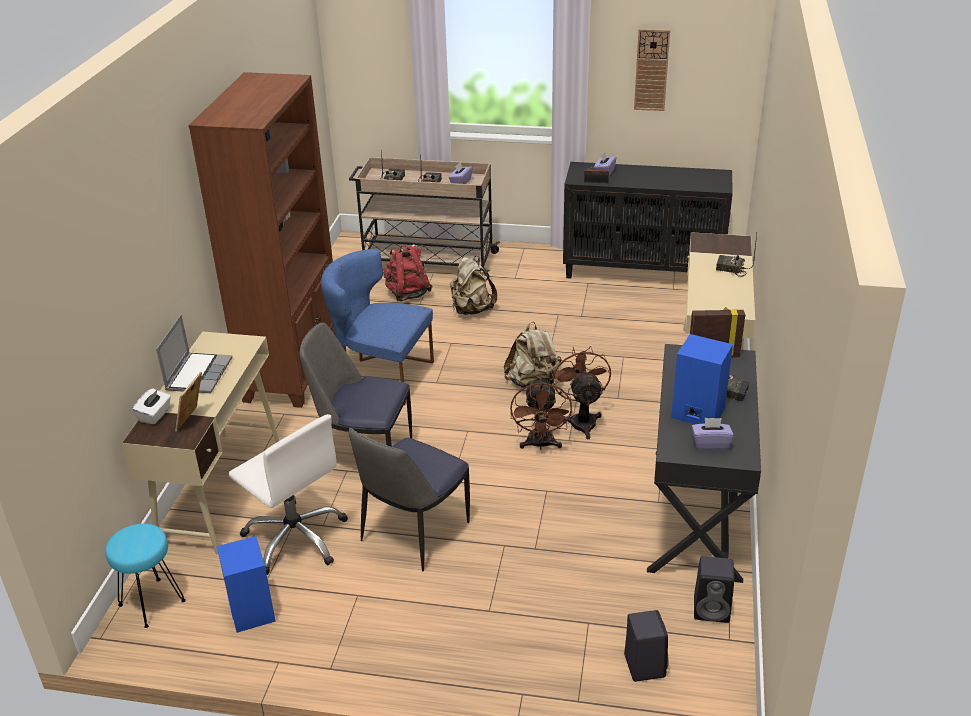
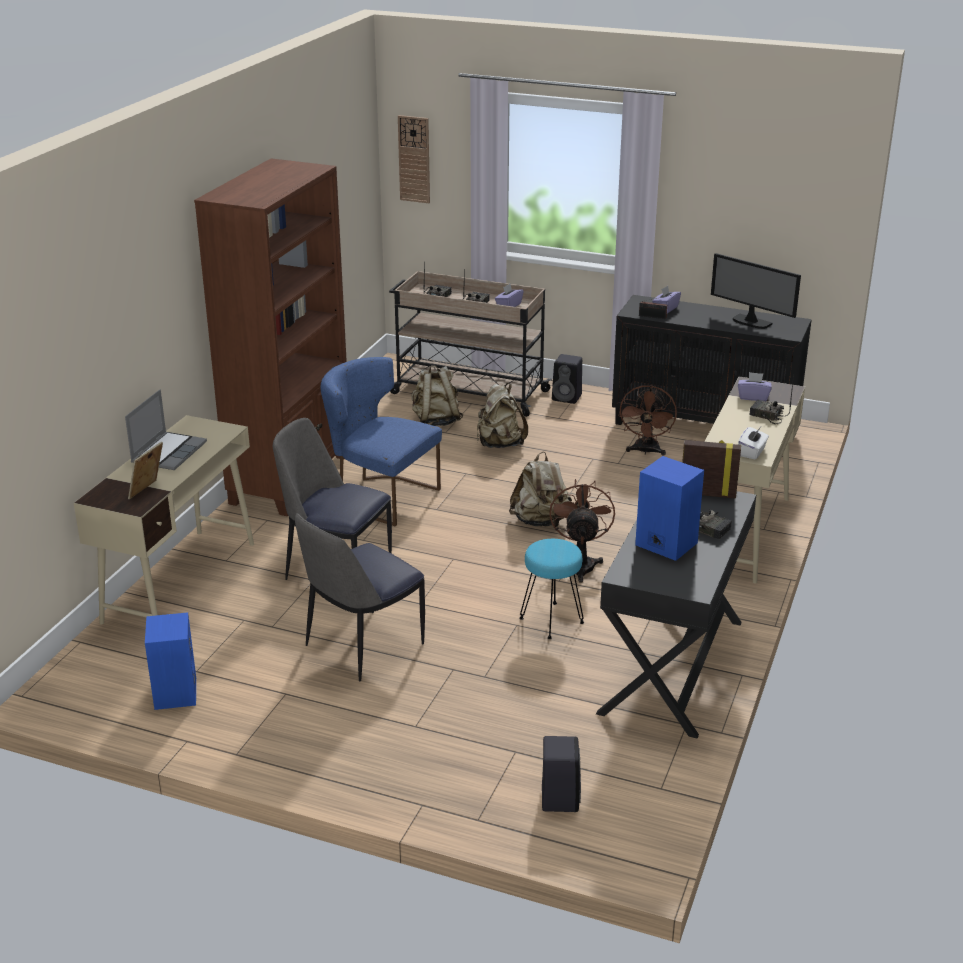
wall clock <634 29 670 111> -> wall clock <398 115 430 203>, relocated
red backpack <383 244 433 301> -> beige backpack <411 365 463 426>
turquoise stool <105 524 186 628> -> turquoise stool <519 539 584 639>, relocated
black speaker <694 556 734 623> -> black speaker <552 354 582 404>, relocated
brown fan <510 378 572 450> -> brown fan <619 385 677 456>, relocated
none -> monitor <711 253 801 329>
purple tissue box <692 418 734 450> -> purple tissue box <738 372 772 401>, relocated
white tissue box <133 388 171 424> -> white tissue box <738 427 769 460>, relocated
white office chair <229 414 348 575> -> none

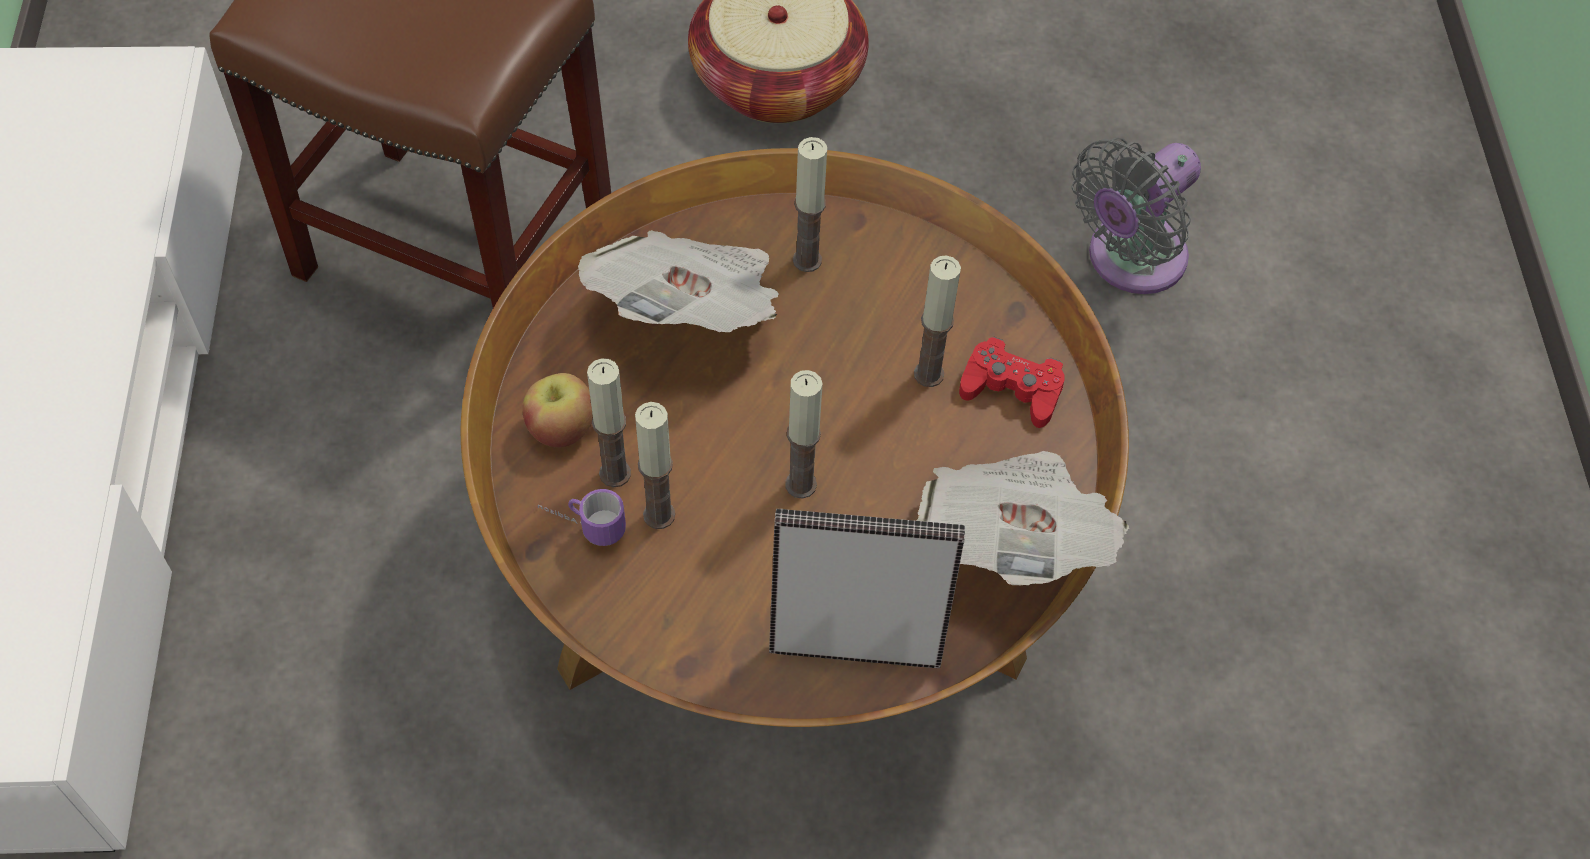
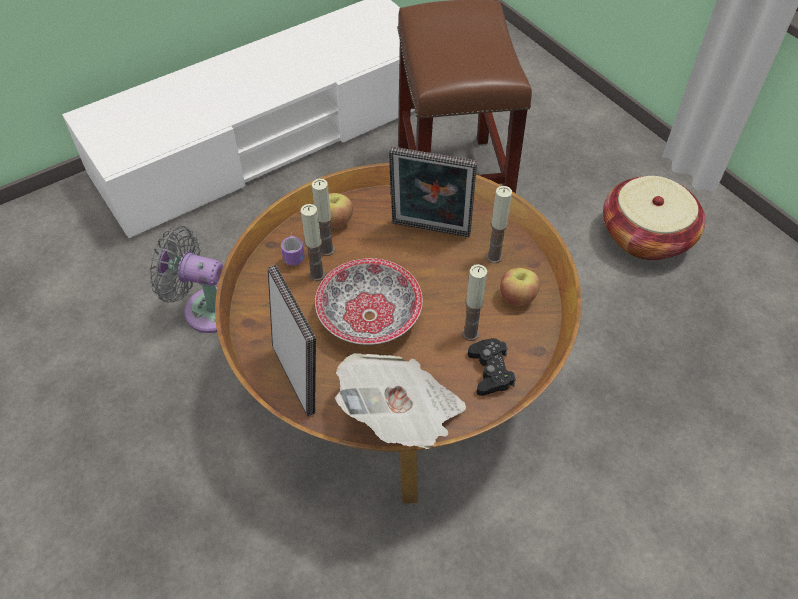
grey fan <1072 138 1201 294> -> grey fan <149 226 223 333>, relocated
candle <785 370 823 499> -> bowl <315 258 423 345>
newspaper <578 230 779 332> -> picture frame <389 146 477 237>
red game controller <959 337 1065 428> -> black game controller <468 338 516 396>
none -> apple <500 268 540 306>

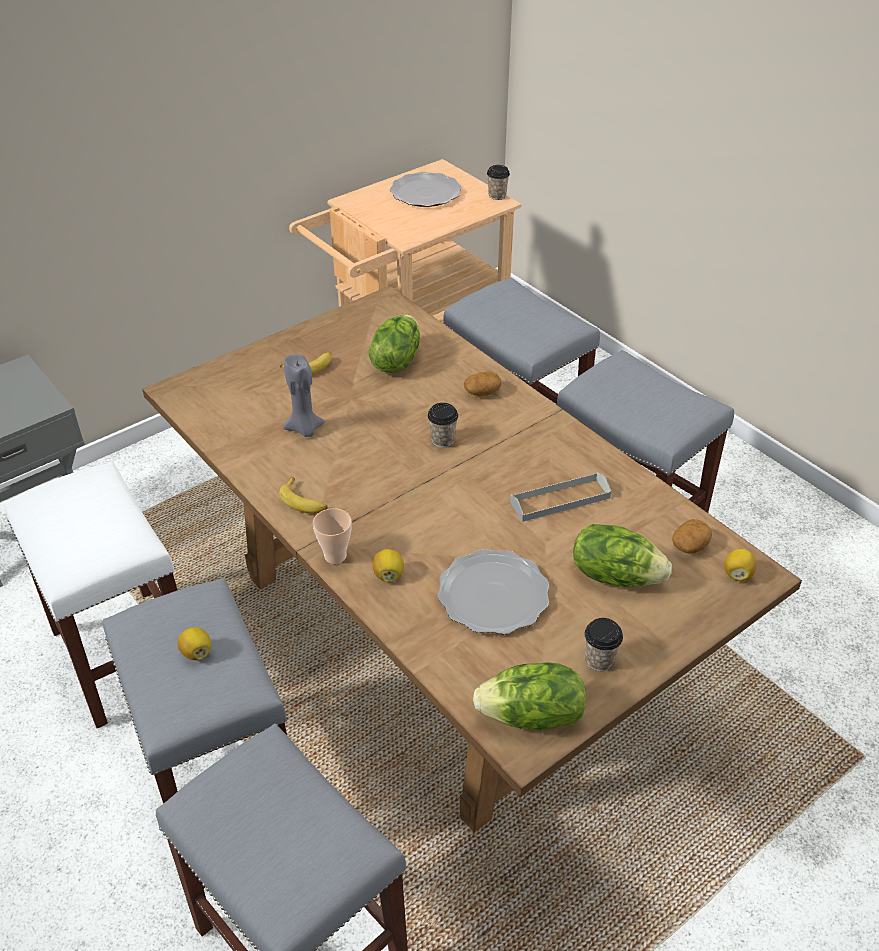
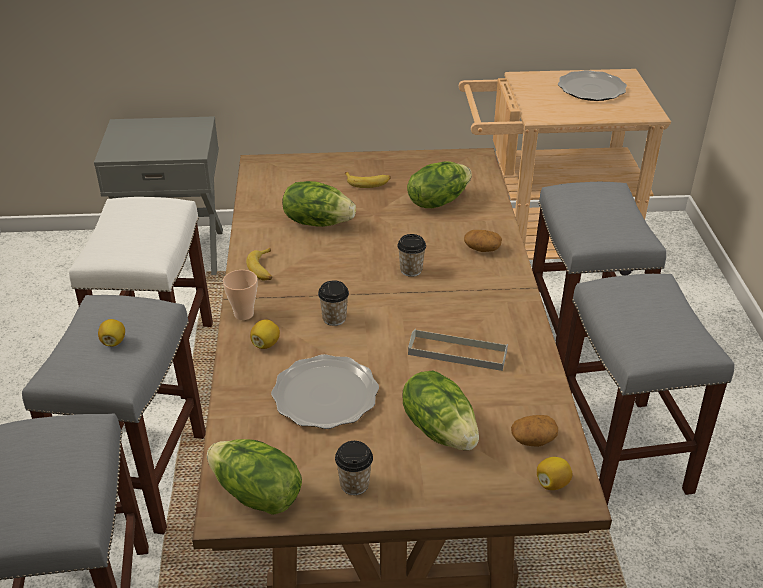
grey candle <283 354 325 437> -> lettuce <282 181 356 227>
cup <487 165 510 200> -> cup <318 280 349 326>, relocated

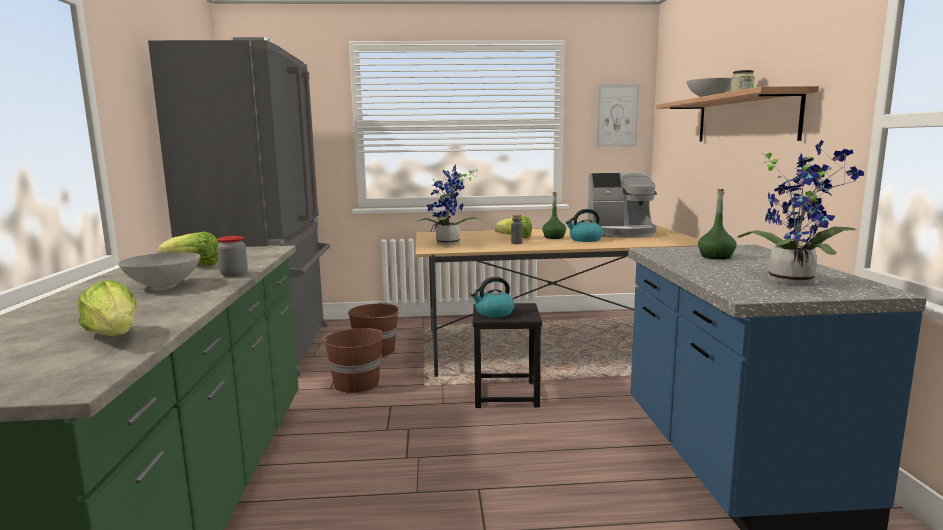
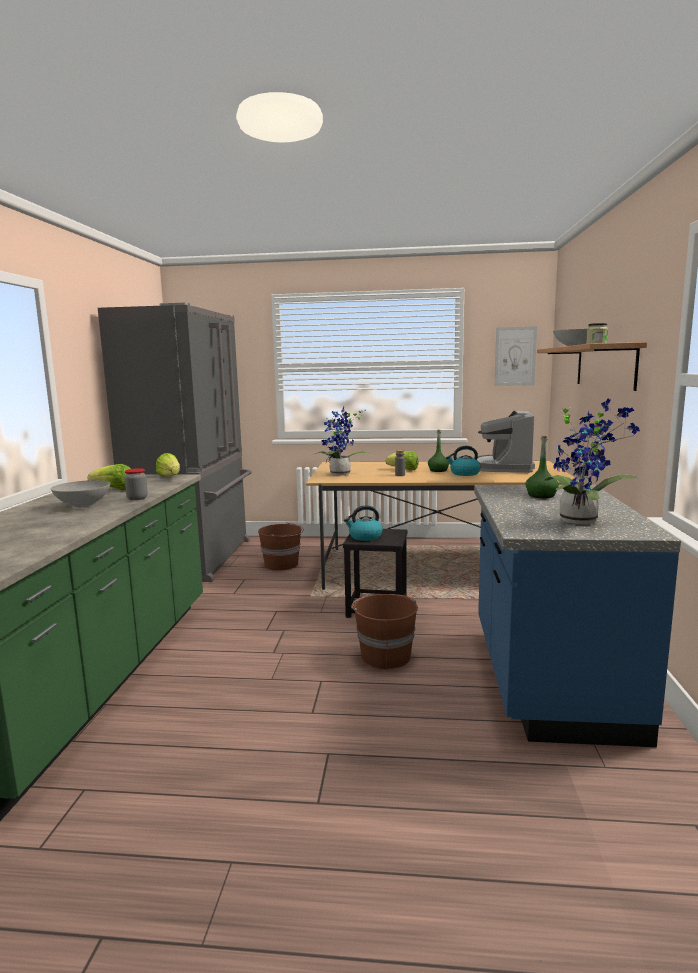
lettuce <78 280 137 336> -> lettuce <156 453 180 477>, relocated
brown bucket <322 328 383 393> -> brown bucket <352 594 418 670>, relocated
coffee machine <588 172 657 238> -> coffee machine <474 411 535 473>, 90 degrees clockwise

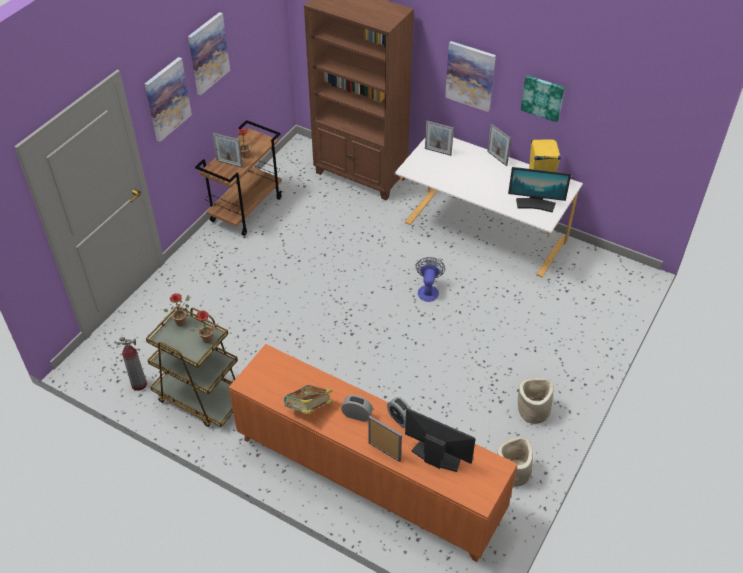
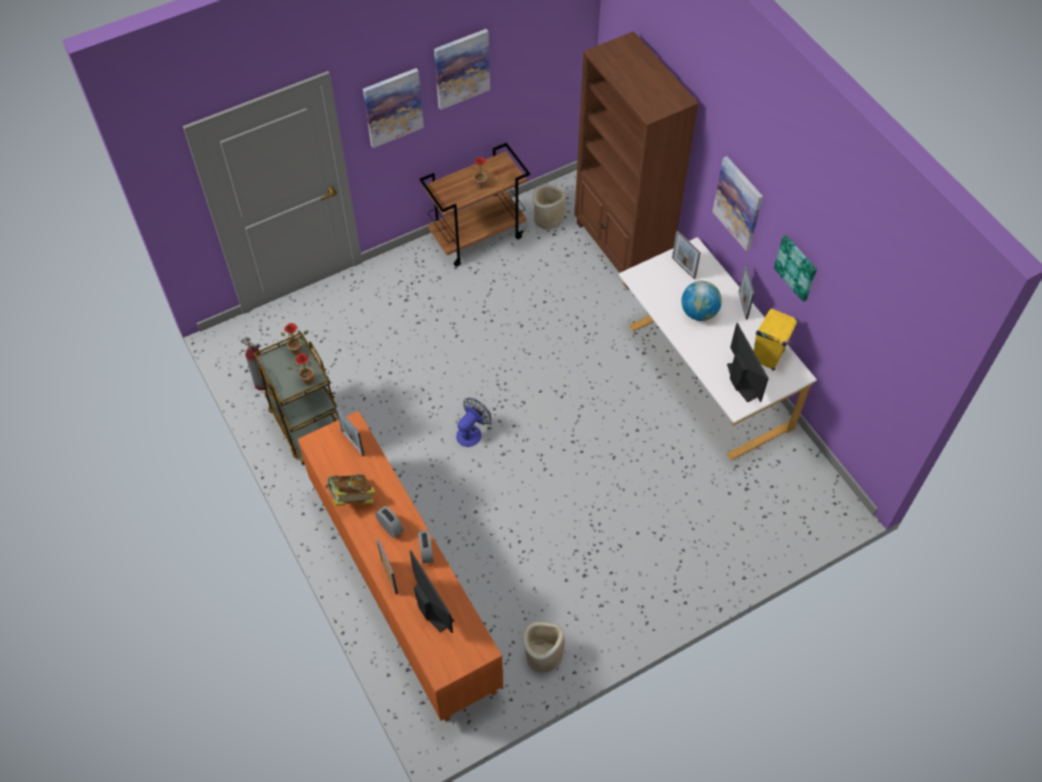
picture frame <213 133 243 168> -> picture frame <336 406 364 456>, relocated
fan <416 257 445 302> -> fan <456 398 491 447>, relocated
beige planter <518 378 554 424> -> beige planter <532 184 566 229>, relocated
none -> globe <681 281 722 321>
monitor <508 167 571 213> -> monitor <727 323 769 403>, 150 degrees counterclockwise

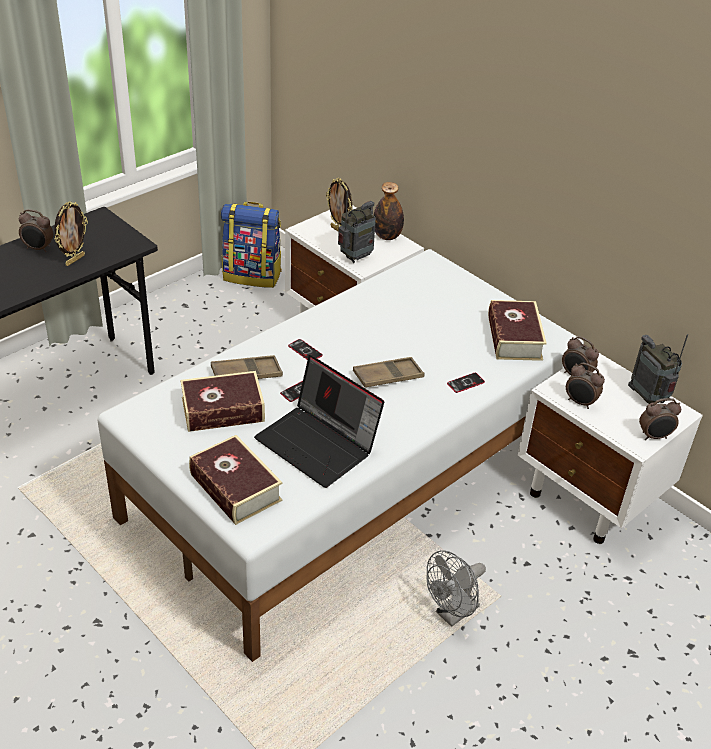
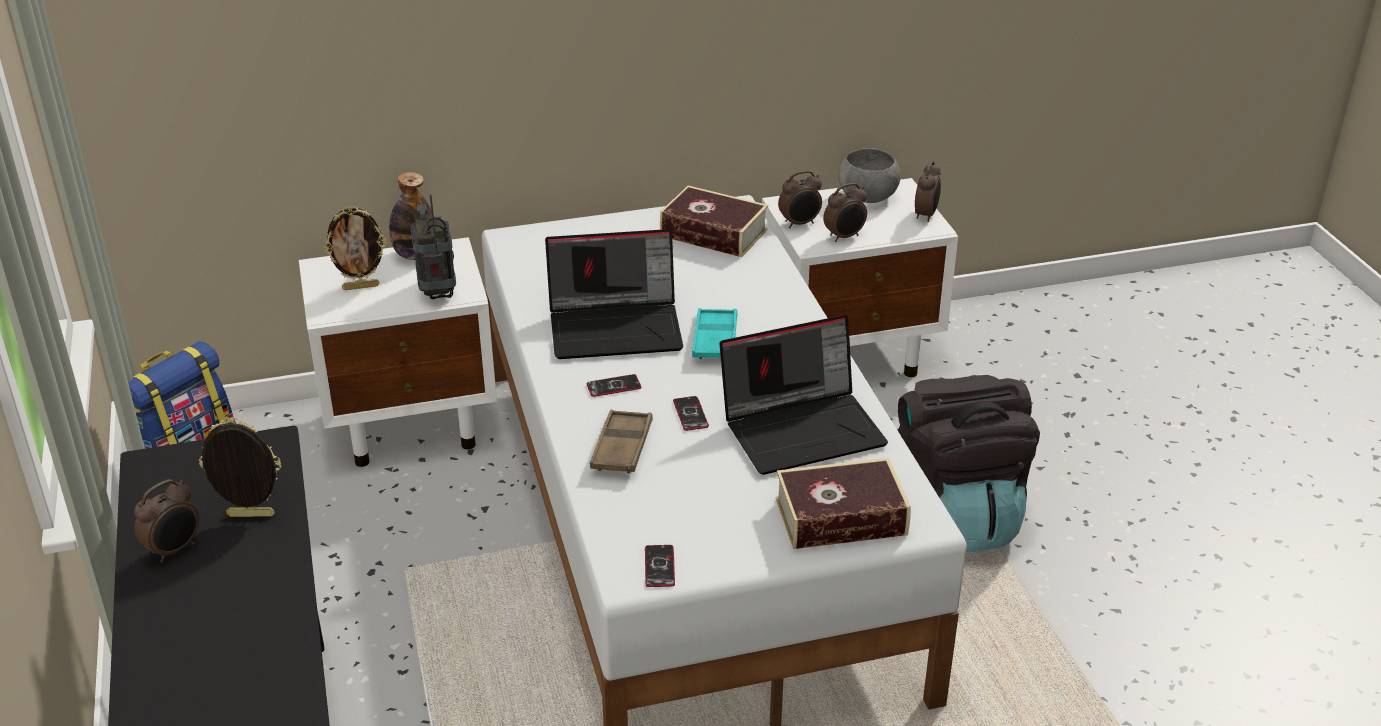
picture frame <54 201 88 266> -> picture frame <199 417 282 517>, 60 degrees counterclockwise
none -> laptop <545 229 683 359>
phone <447 373 485 393> -> phone <645 545 675 587>, relocated
brown tray <353 357 425 388> -> turquoise tray <692 308 737 359>
radio <628 334 688 404> -> grey bowl <838 148 901 203>
grey fan <427 550 486 627> -> black backpack <898 375 1040 552>
book <180 371 265 432> -> none

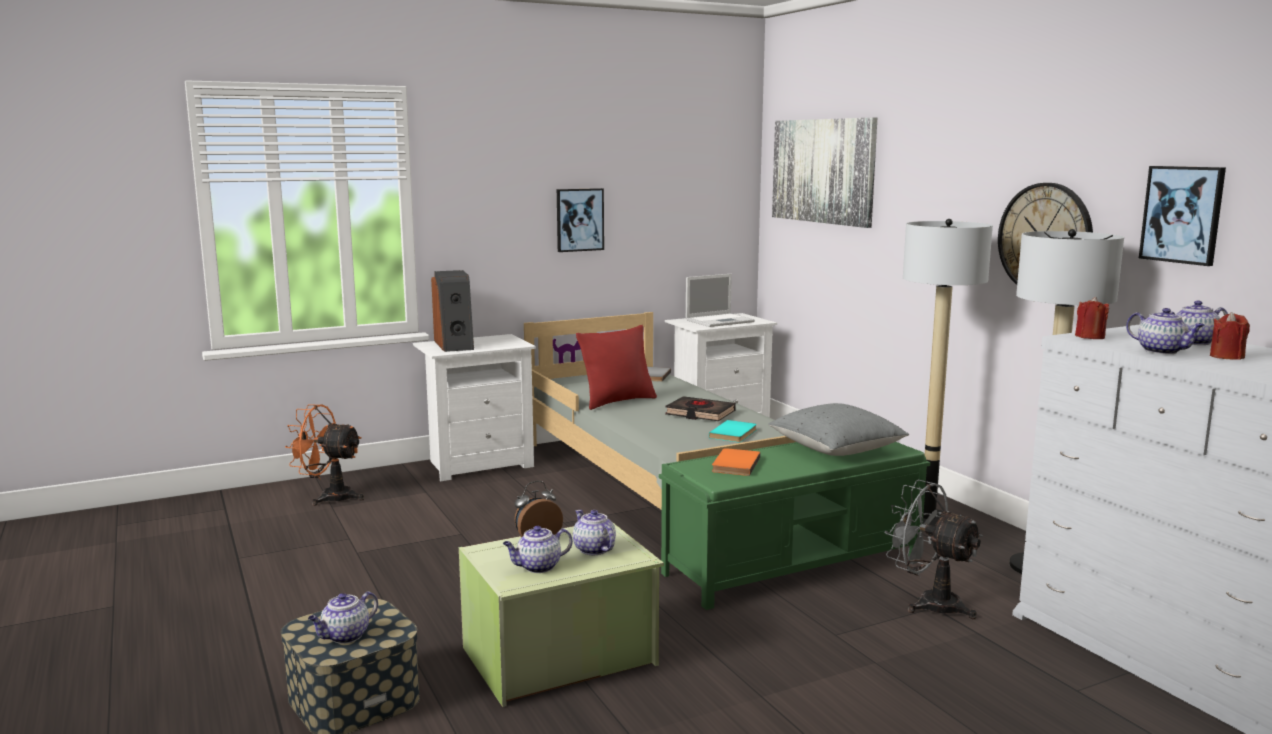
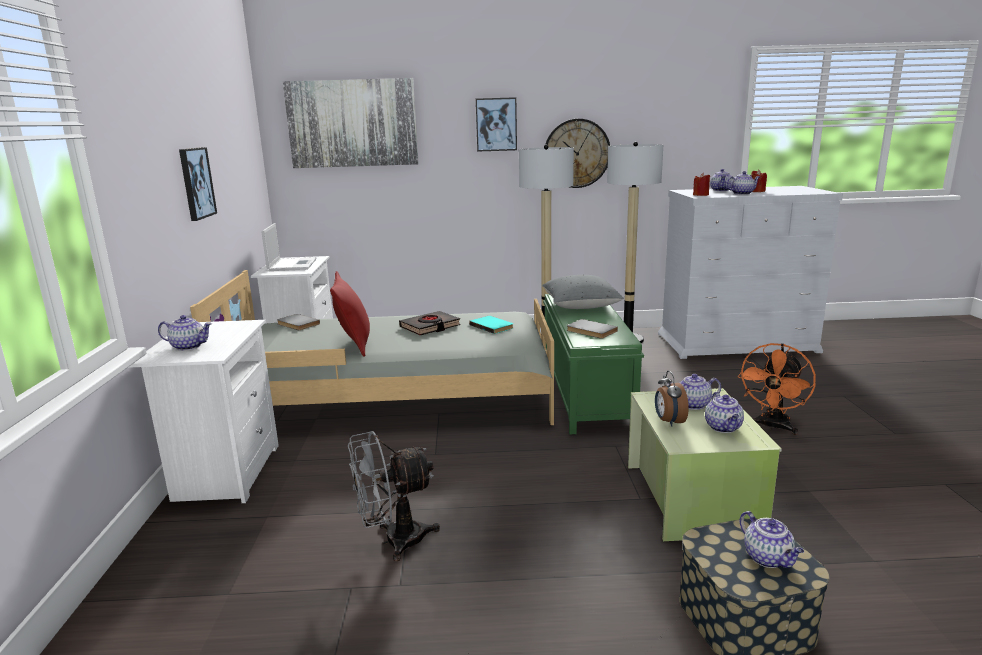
speaker <431 270 474 352> -> teapot <158 315 212 351>
grey fan <884 479 983 619> -> grey fan <348 431 440 562>, relocated
picture <1139 166 1226 266> -> picture <476 97 517 152>, relocated
orange book <712 448 761 476> -> grey book <567 319 618 339>
orange fan <285 404 364 506> -> orange fan <738 343 816 435>, relocated

